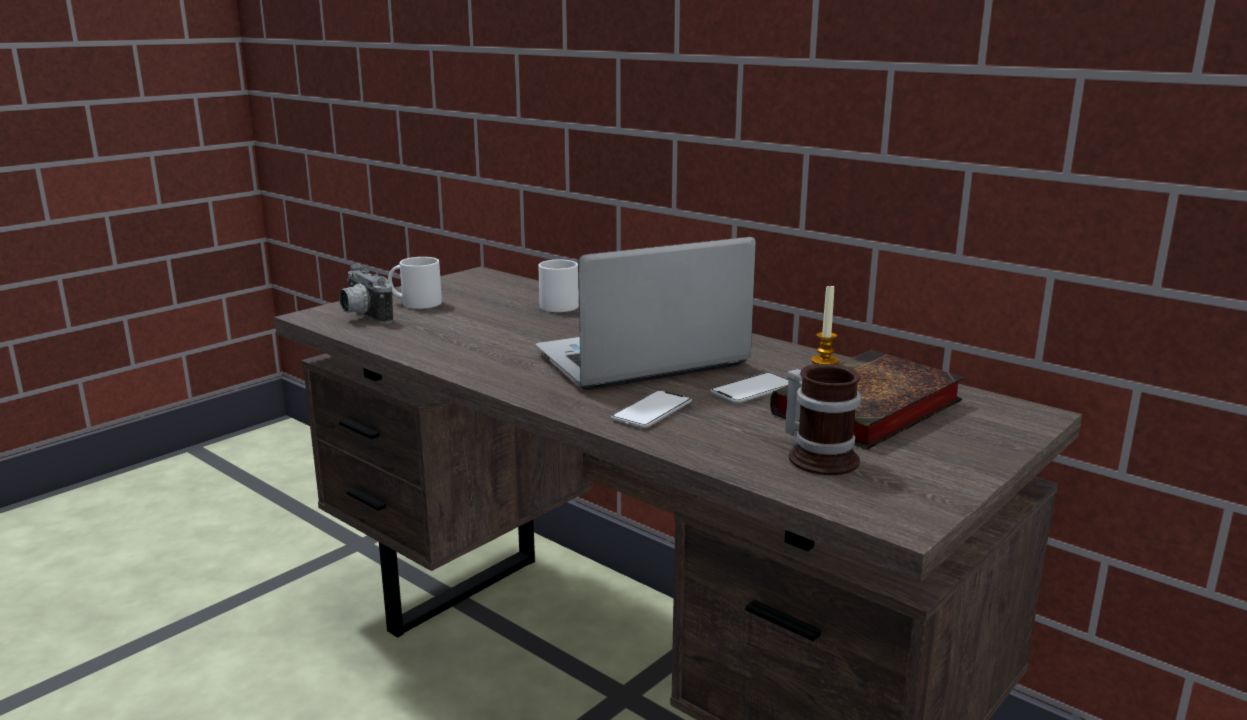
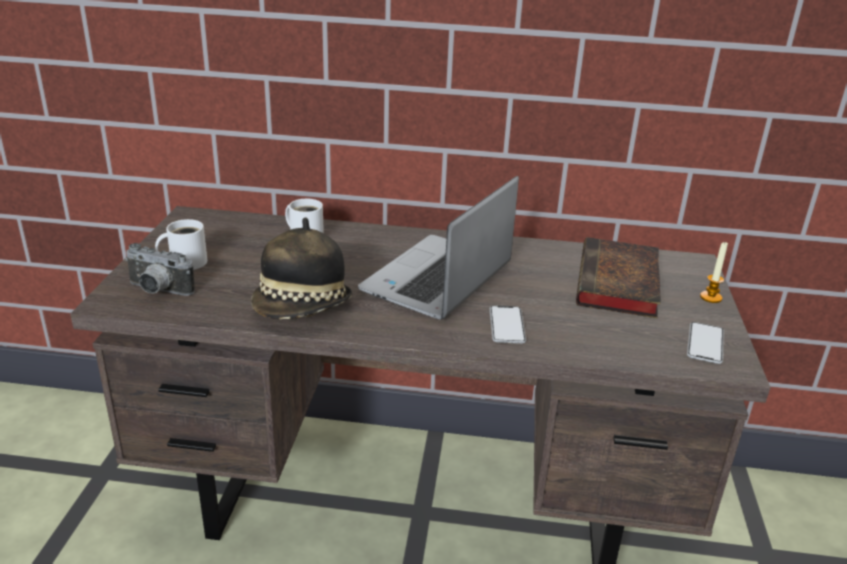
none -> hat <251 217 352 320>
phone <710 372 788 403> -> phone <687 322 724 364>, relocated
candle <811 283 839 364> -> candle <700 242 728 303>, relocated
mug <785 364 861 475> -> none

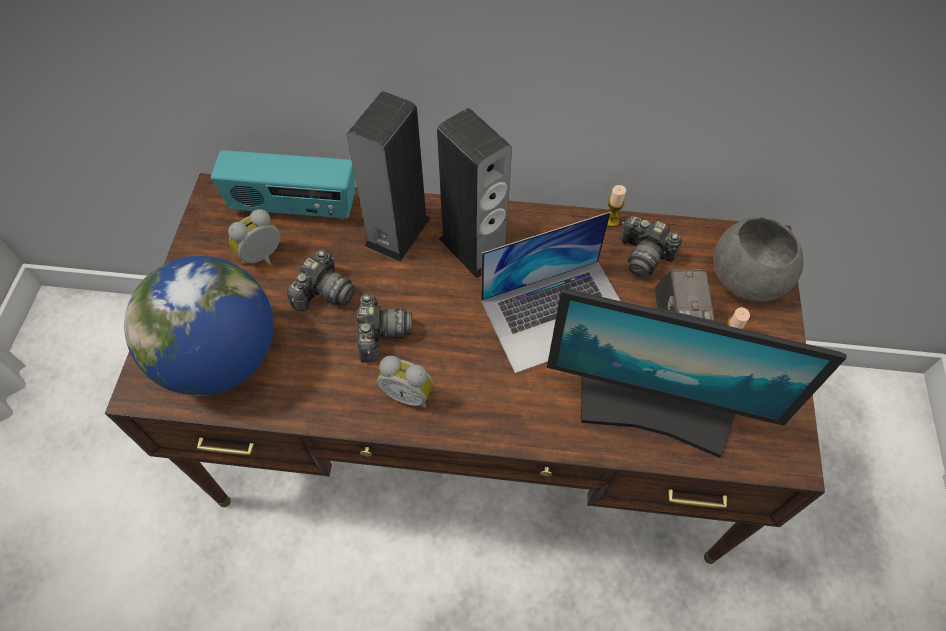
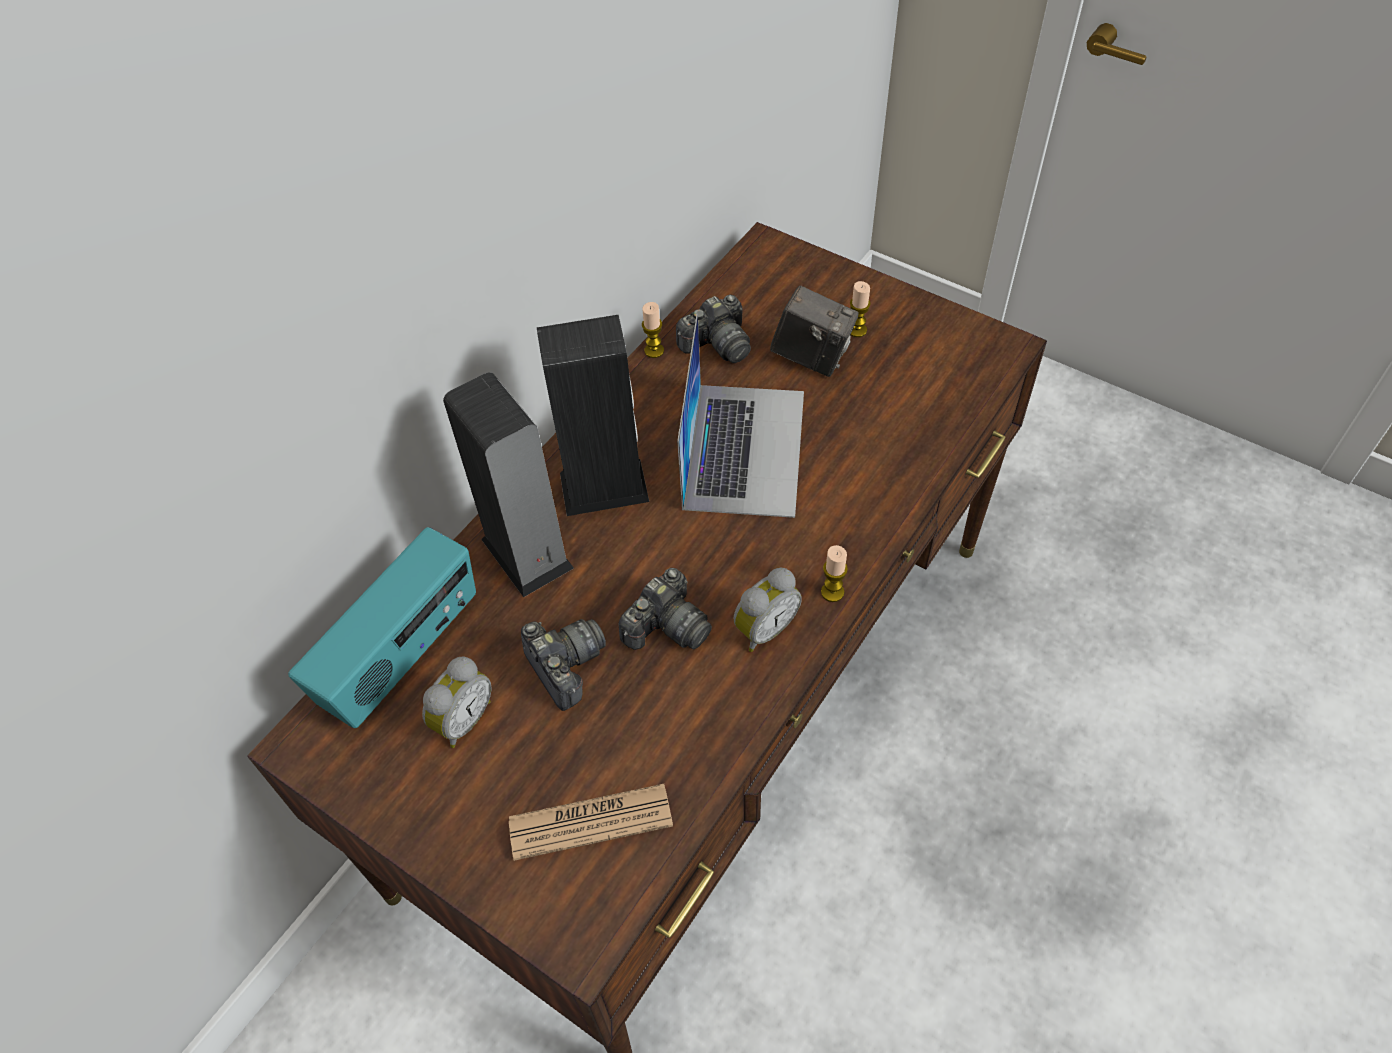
alarm clock <228 209 280 266> -> alarm clock <422 656 492 748>, 135 degrees counterclockwise
globe <124 256 273 396> -> newspaper <509 784 673 861>
photo camera <357 294 412 362> -> photo camera <619 568 712 650>, 105 degrees clockwise
none -> candle <821 545 848 602>
monitor <547 289 847 458> -> none
grey bowl <713 217 804 302> -> none

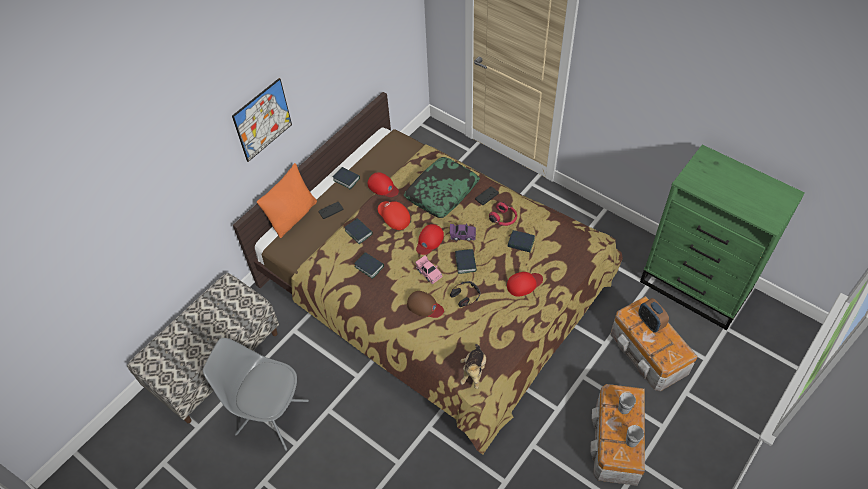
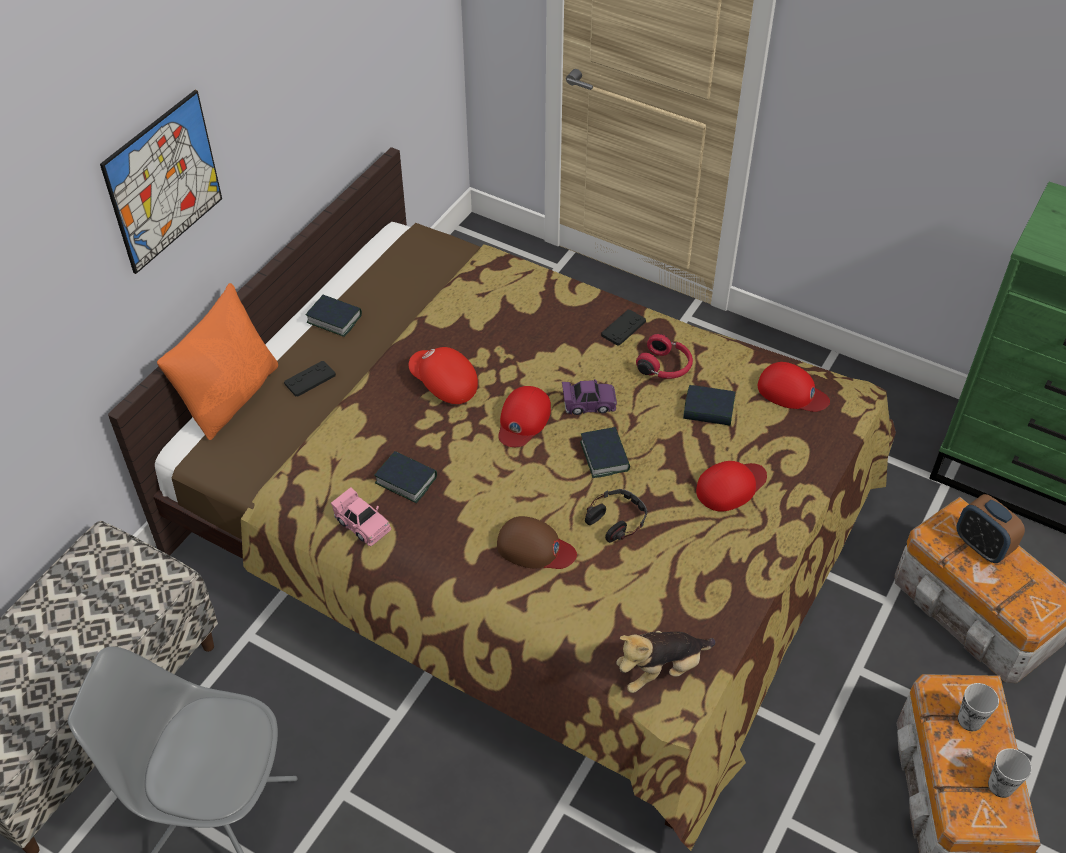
pink toy car <415 256 442 284> -> pink toy car <331 487 391 546>, relocated
plush toy <460 344 486 389> -> plush toy <616 631 715 693>, 60 degrees clockwise
red cap <368 172 399 197> -> red cap <758 362 830 412>, relocated
book <344 218 373 244> -> none
pillow <404 157 480 218> -> none

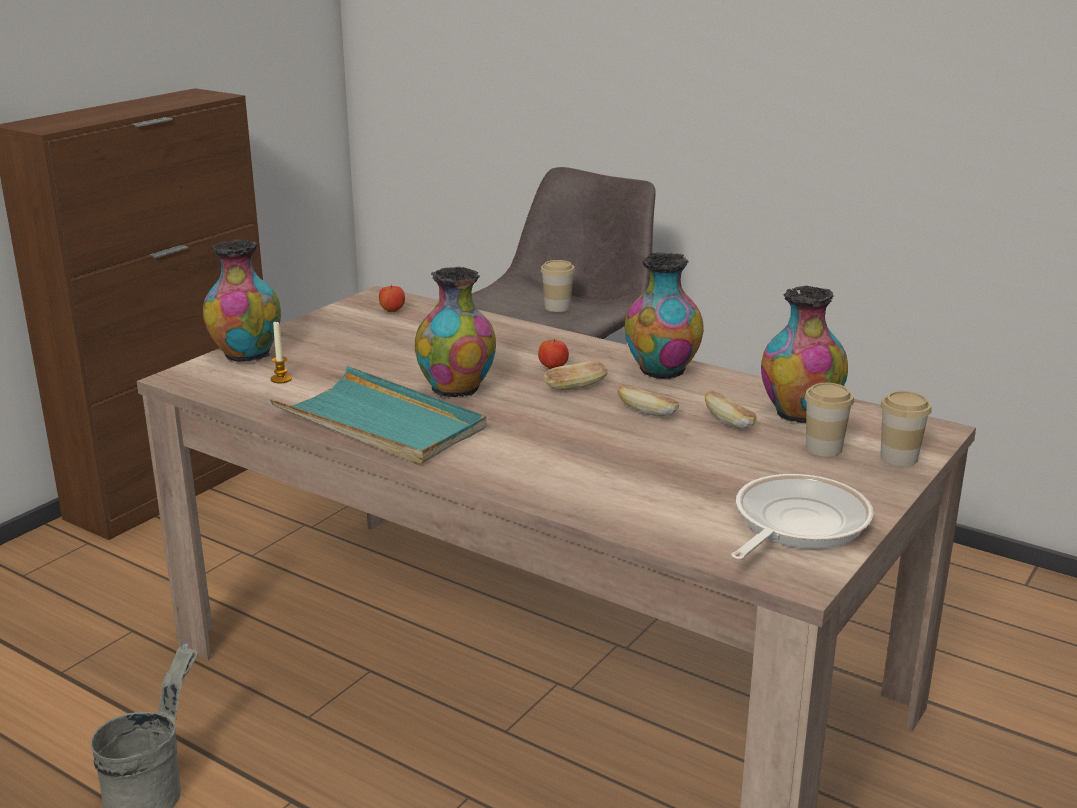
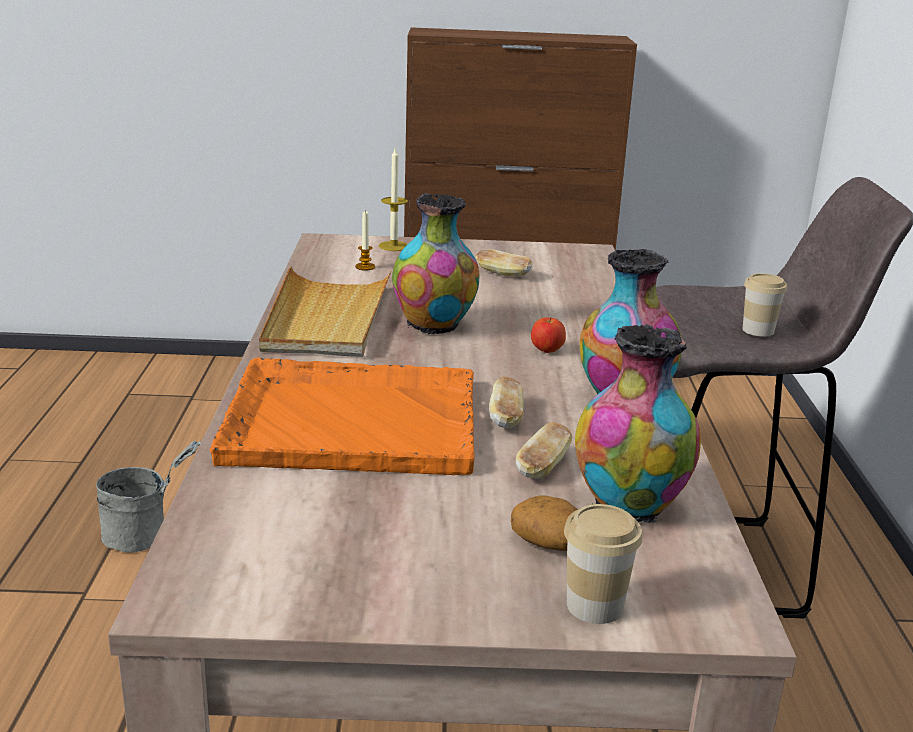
none -> orange tray <210 358 475 475>
turquoise tray <270 366 487 465> -> beige tray <259 266 392 357>
vase <203 239 281 362> -> candle <379 149 408 251>
bread <544 361 608 391> -> bread <475 249 532 276>, relocated
cup <804 383 854 457> -> potato <511 495 578 551>
apple <379 285 405 312> -> none
frying pan <730 474 874 561> -> none

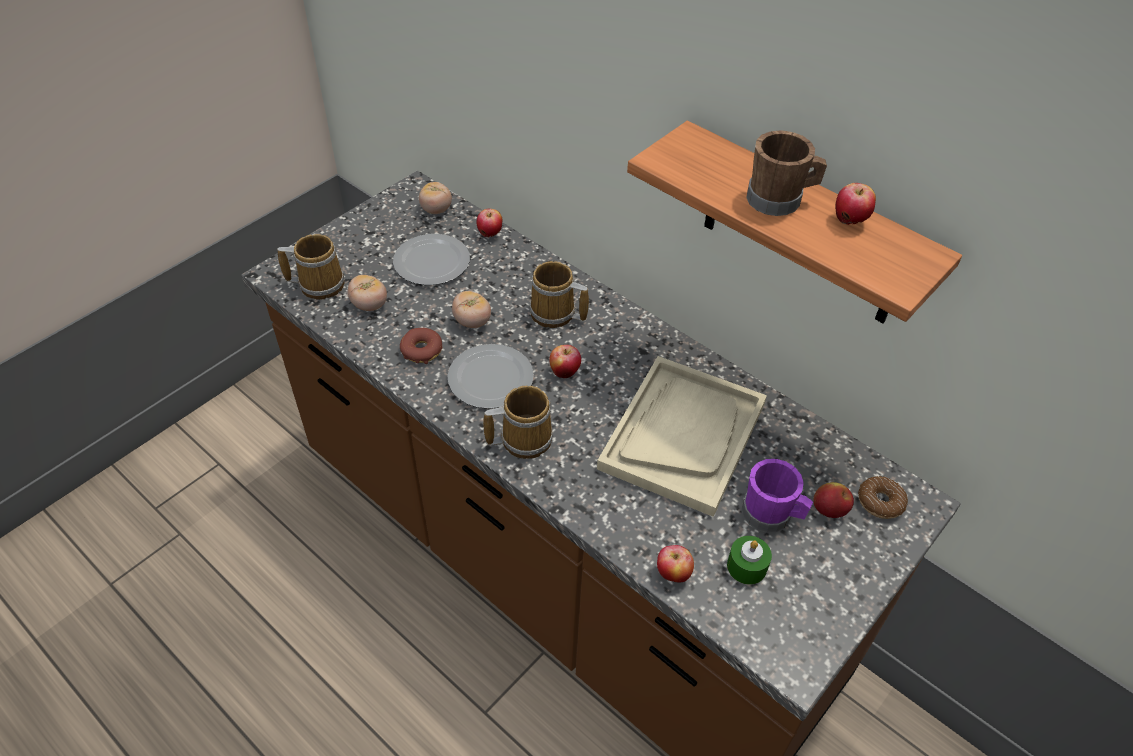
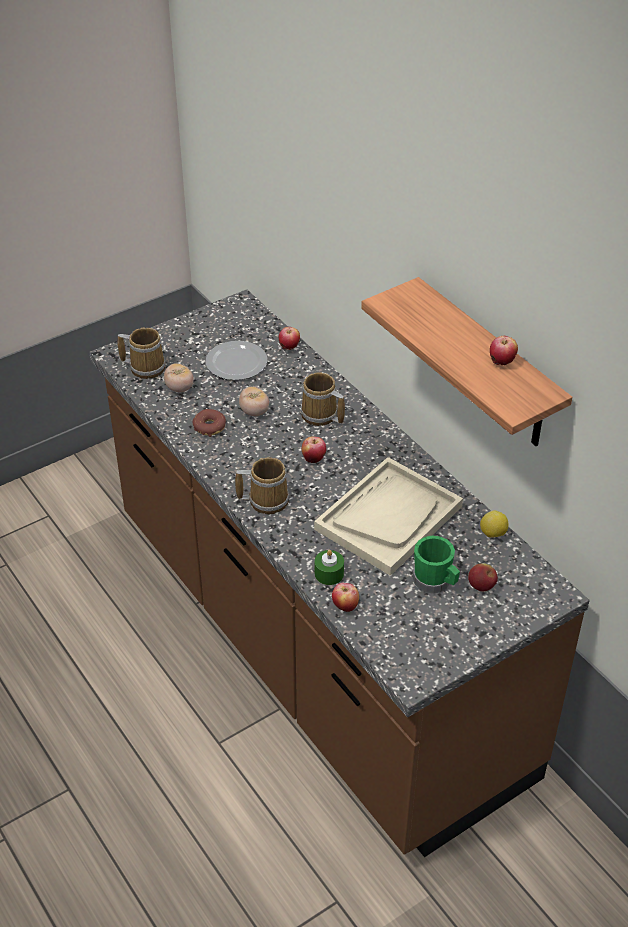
green candle <727 536 772 585> -> green candle <315 550 344 585>, relocated
purple mug <742 459 813 533> -> green mug <413 536 460 594>
none -> lemon <480 511 508 538>
tomato <419 182 452 214> -> none
plate <447 344 534 409> -> none
brown mug <746 130 827 216> -> none
donut <858 476 908 519> -> none

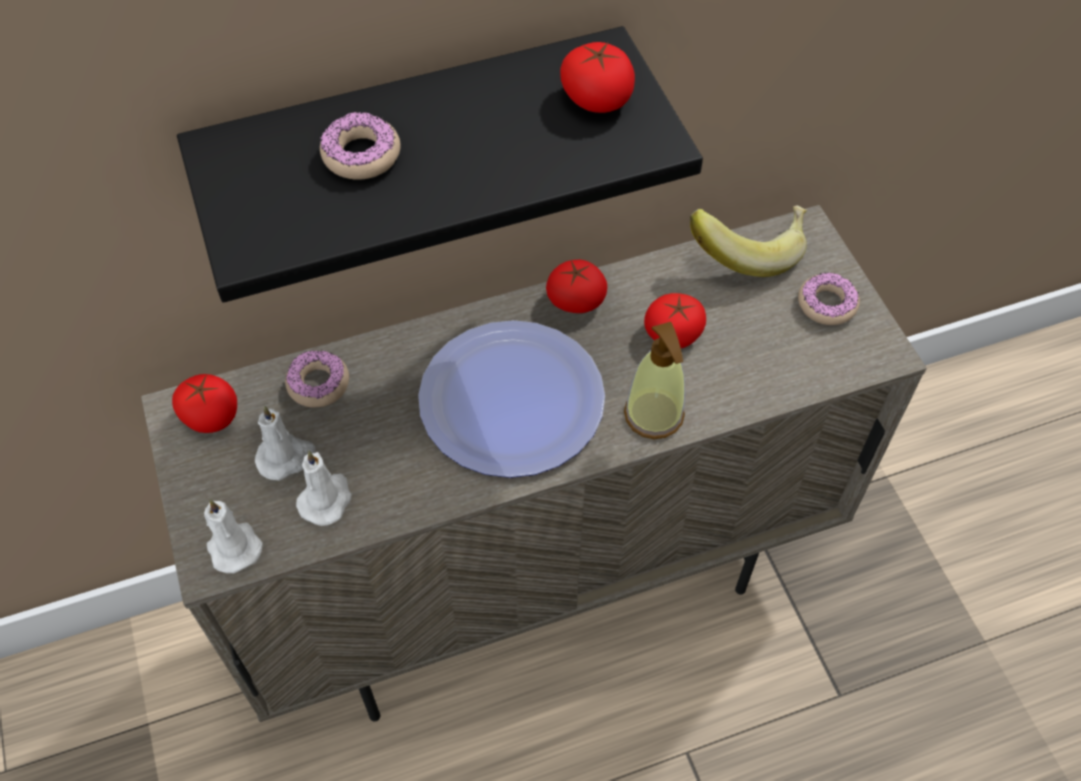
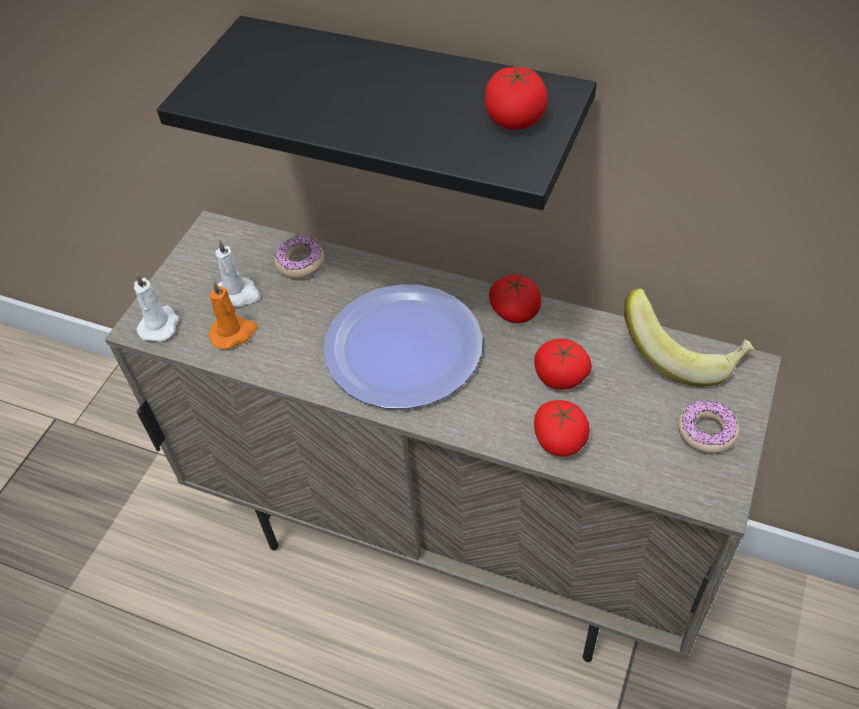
white candle <296 451 352 526> -> orange candle <209 280 257 349>
tomato <172 374 237 433> -> tomato <534 400 590 457>, relocated
donut <320 112 401 180> -> none
soap dispenser <624 322 685 439> -> none

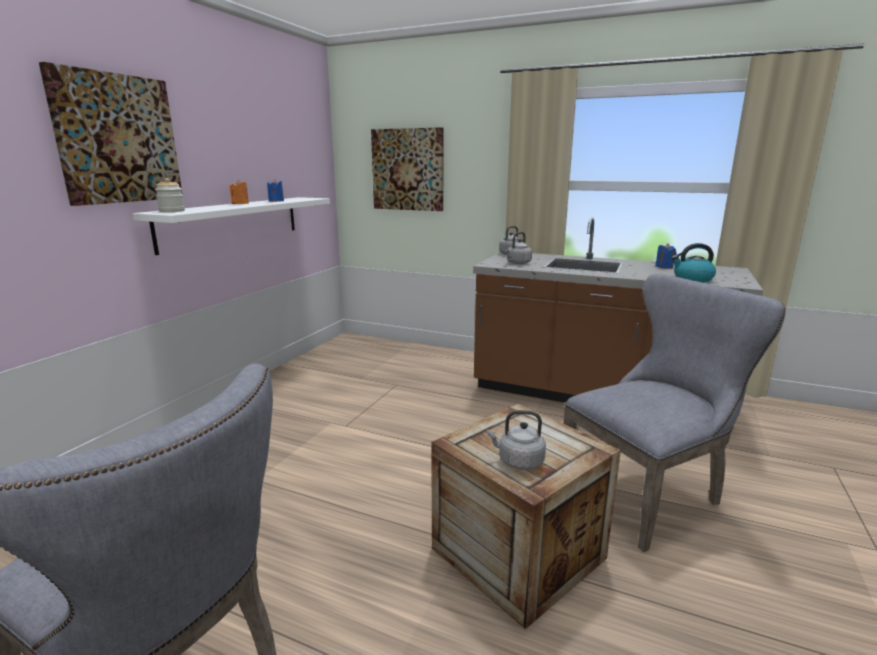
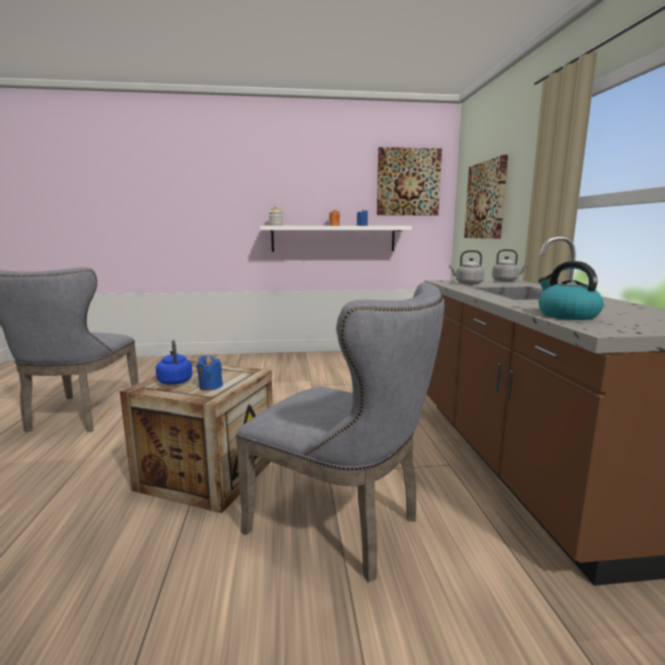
grey kettle <487 410 546 470> -> blue kettle <156 340 193 385>
blue candle <655 243 676 269> -> blue candle <196 356 223 390>, relocated
picture <39 62 183 206> -> picture <377 147 442 215>, relocated

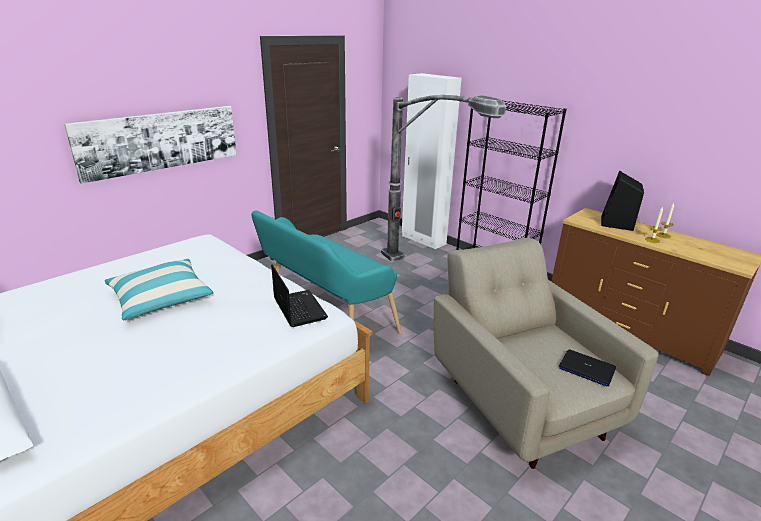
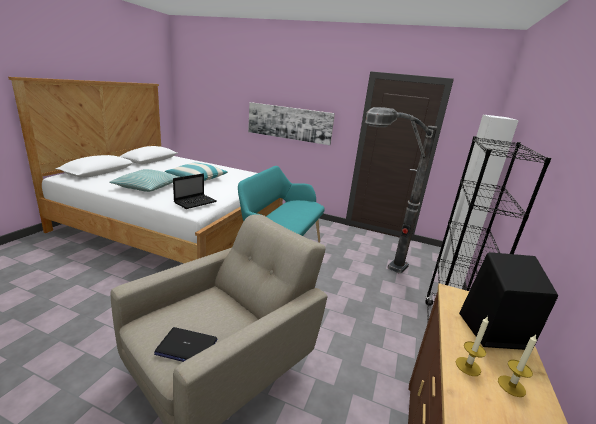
none -> pillow <109 169 179 192>
laptop <559 349 616 387> -> laptop <154 327 217 362>, 90 degrees counterclockwise

